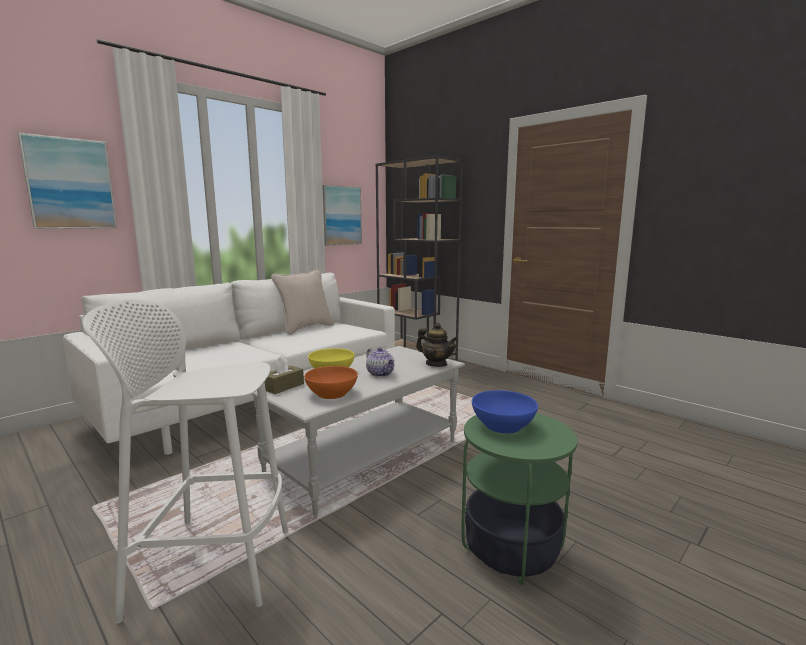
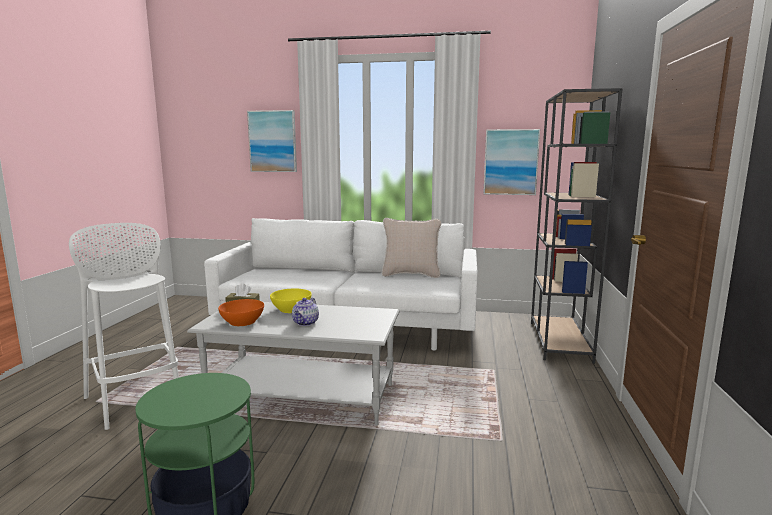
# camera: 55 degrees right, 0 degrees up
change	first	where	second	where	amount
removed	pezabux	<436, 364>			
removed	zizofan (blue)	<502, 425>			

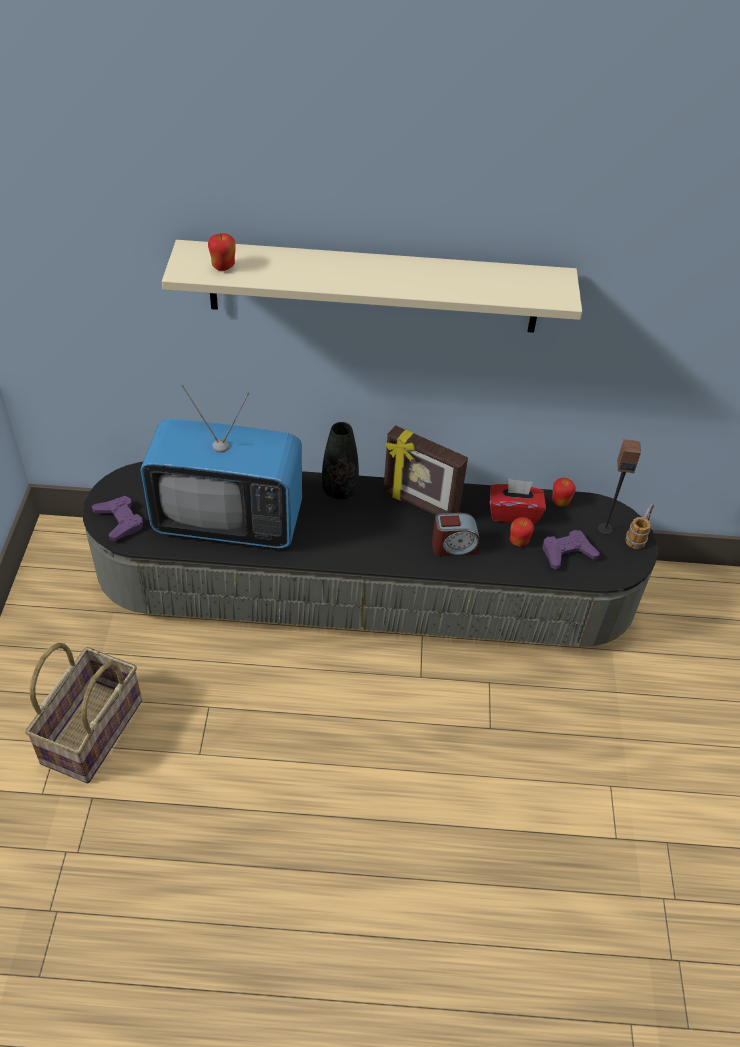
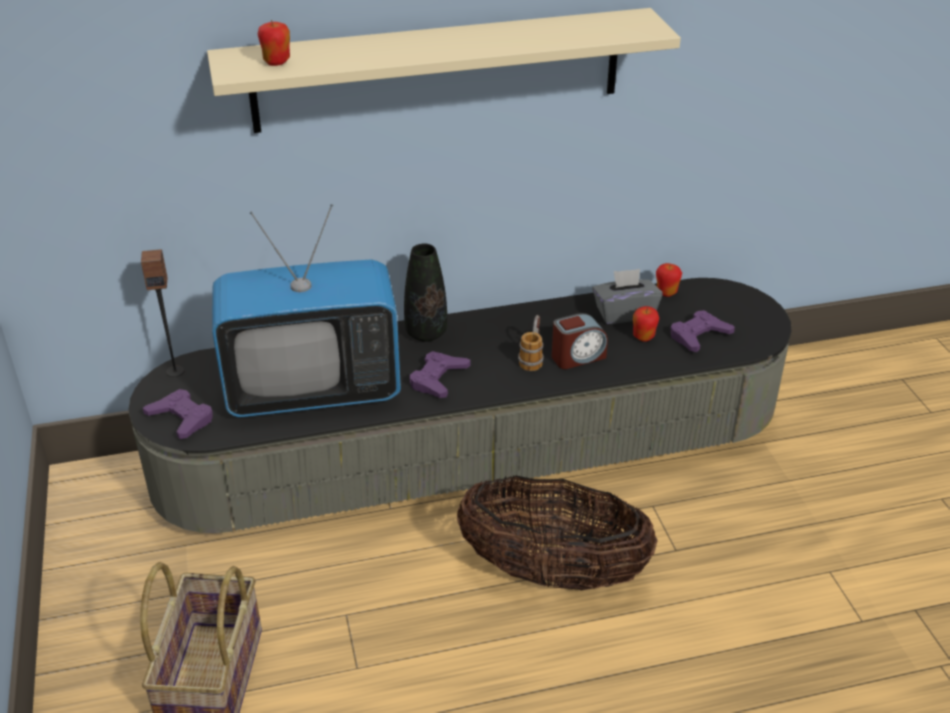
# camera: 15 degrees left, 10 degrees down
change	first	where	second	where	amount
moved	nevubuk	<605, 528>		<175, 371>	
added			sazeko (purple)	<438, 379>	
added			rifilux	<552, 572>	
moved	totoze	<638, 535>		<532, 357>	
recoloured	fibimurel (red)	<513, 513>	fibimurel (grey)	<624, 313>	
removed	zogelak	<419, 505>			

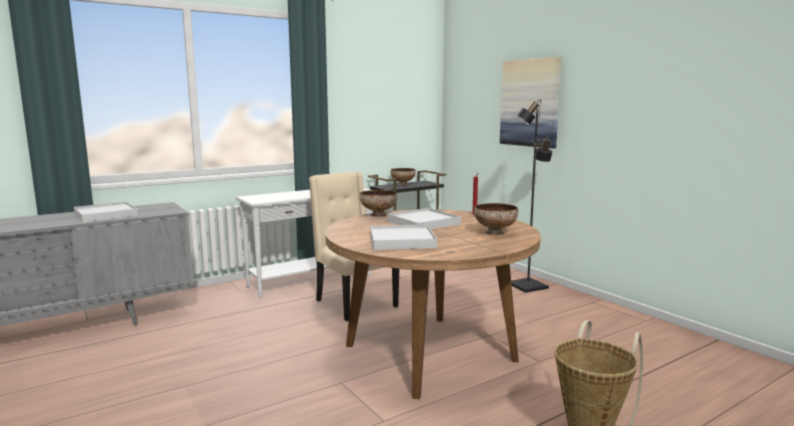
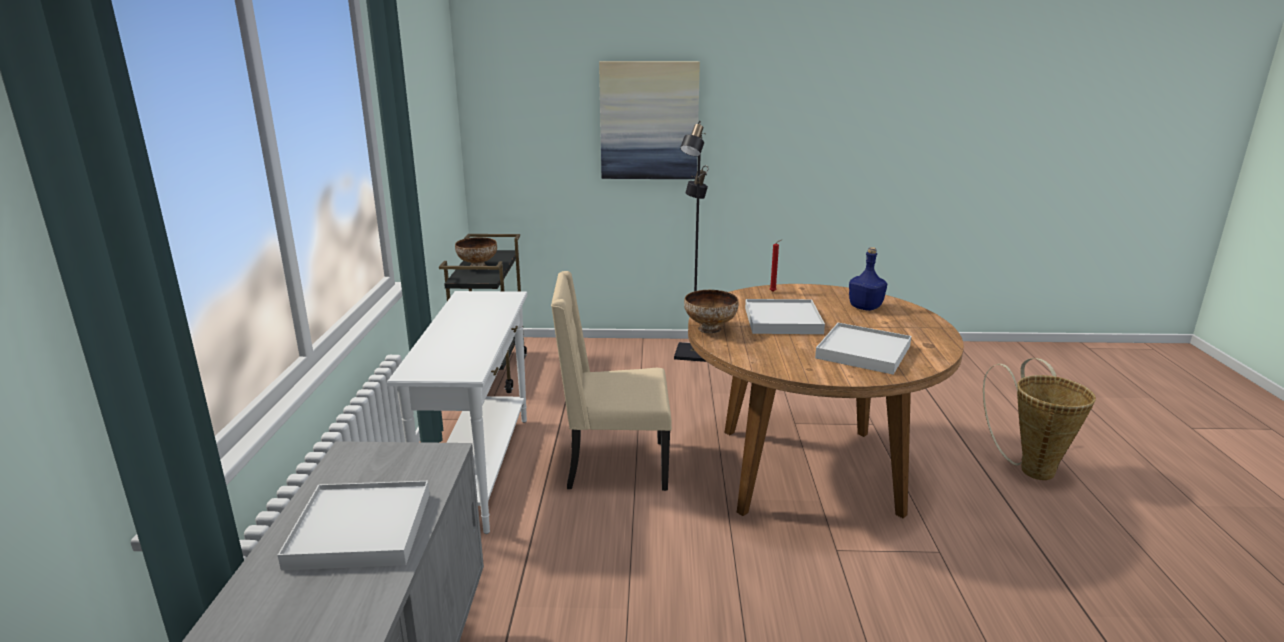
# camera: 55 degrees left, 10 degrees up
change	first	where	second	where	amount
replaced	zizofan	<495, 233>	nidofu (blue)	<866, 307>	

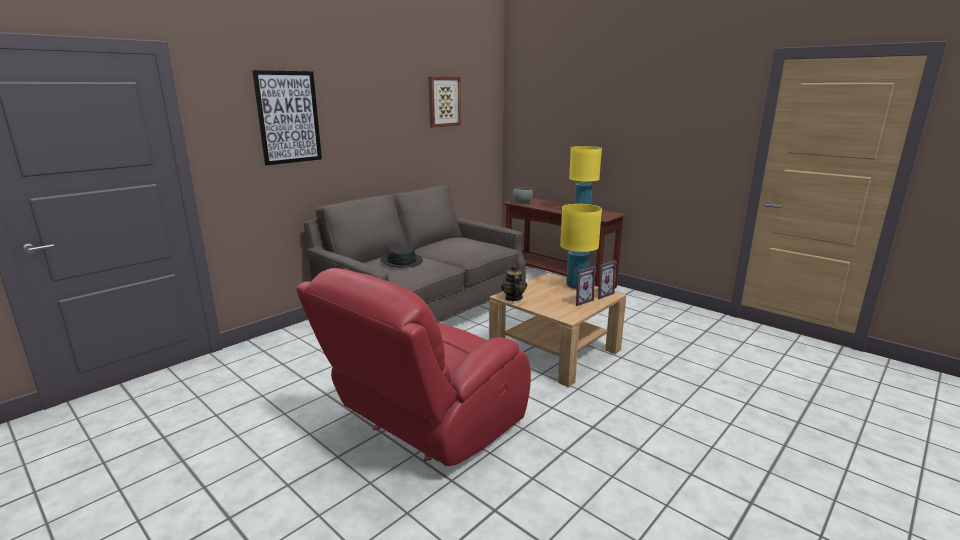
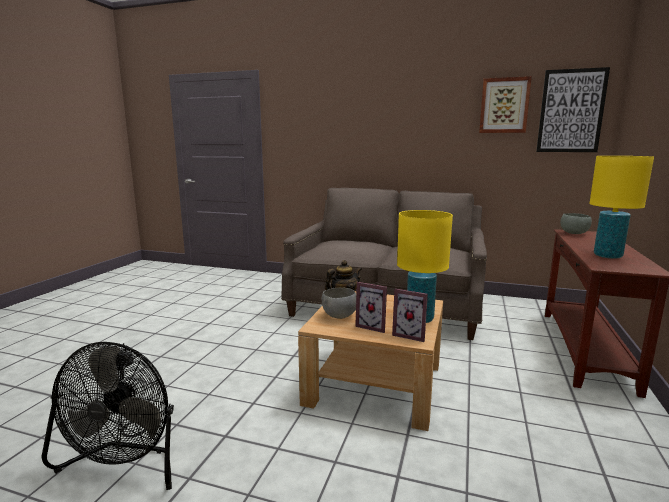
# camera: 65 degrees right, 5 degrees down
change	first	where	second	where	amount
added			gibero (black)	<124, 460>	
added			zizofan (grey)	<339, 316>	
moved	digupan	<288, 117>		<571, 111>	
removed	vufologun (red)	<423, 427>			
removed	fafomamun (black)	<401, 261>			

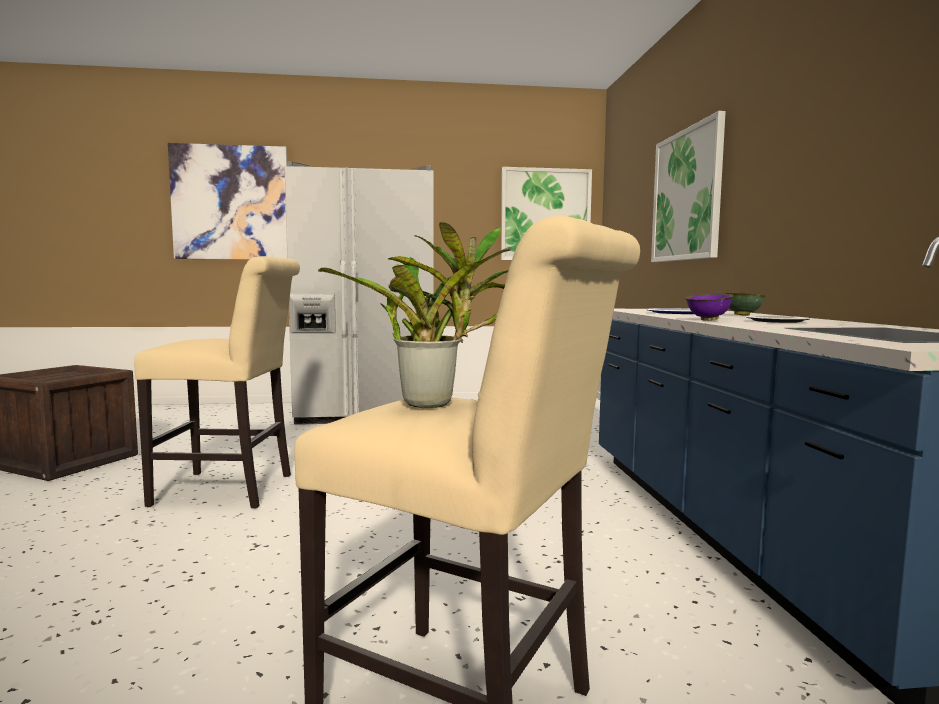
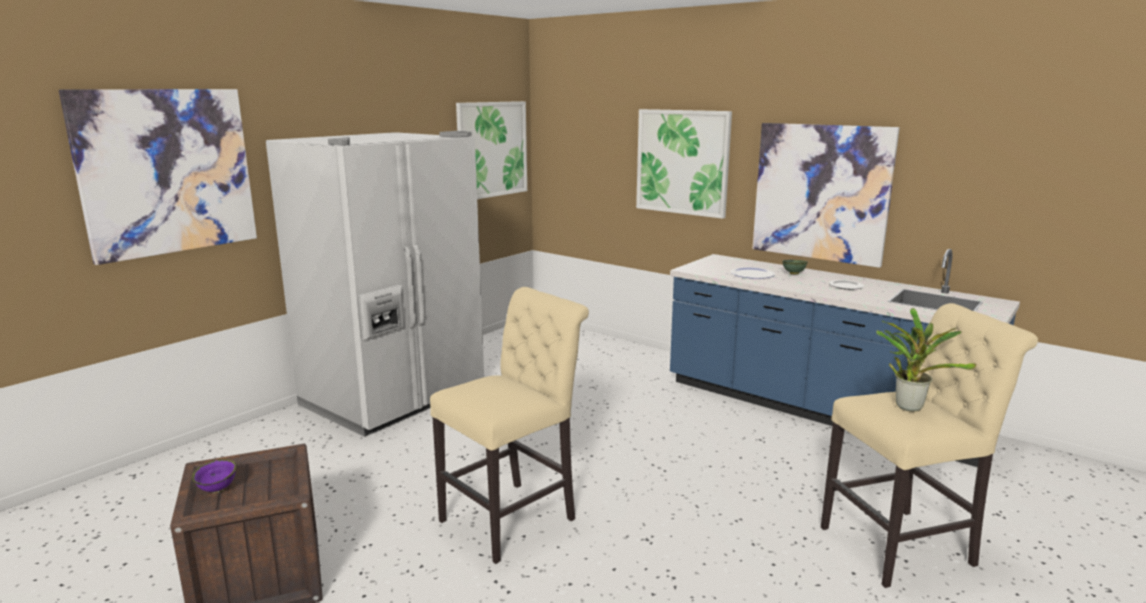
# camera: 45 degrees left, 10 degrees up
change	first	where	second	where	amount
moved	zizofan (purple)	<709, 320>		<218, 490>	
added			digupan	<821, 192>	

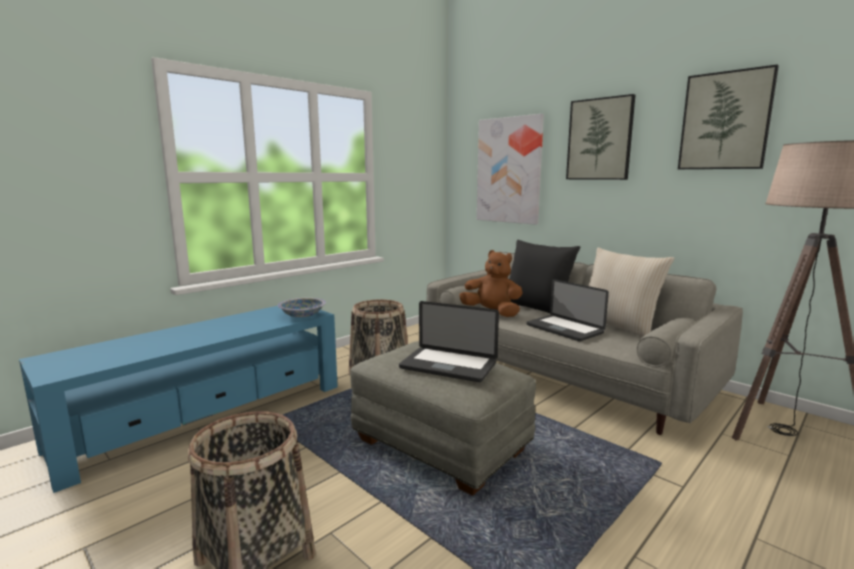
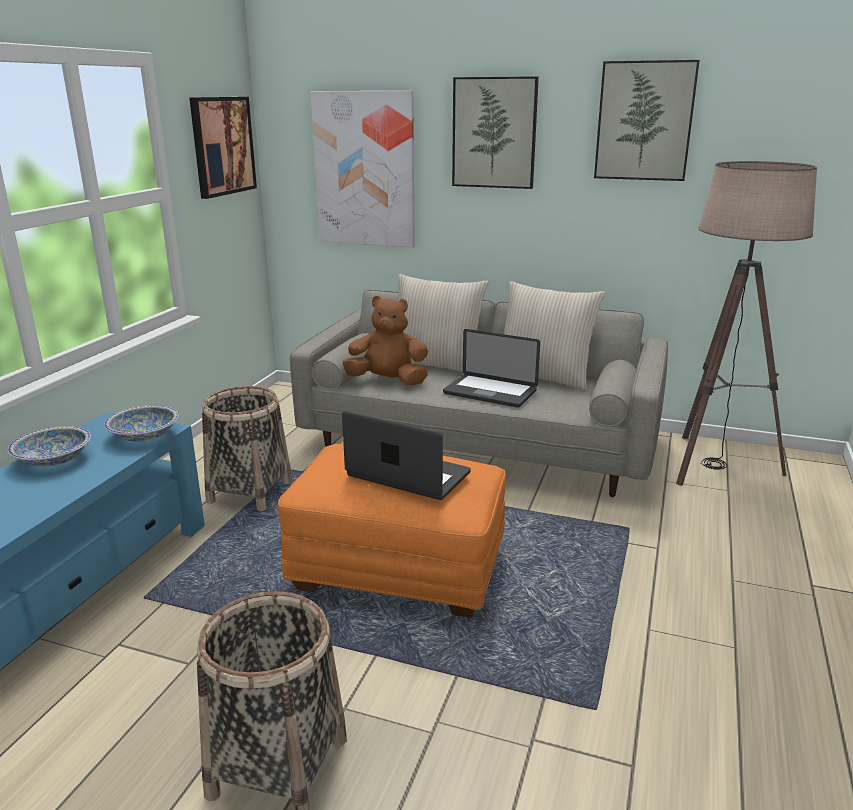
# camera: 25 degrees left, 10 degrees up
change	first	where	second	where	amount
added			zizofan	<54, 460>	
added			digupan	<222, 146>	
recoloured	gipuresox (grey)	<439, 446>	gipuresox (orange)	<397, 571>	
turned	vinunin	<448, 366>		<408, 475>	150 degrees counterclockwise
recoloured	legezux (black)	<536, 308>	legezux (beige)	<436, 365>	

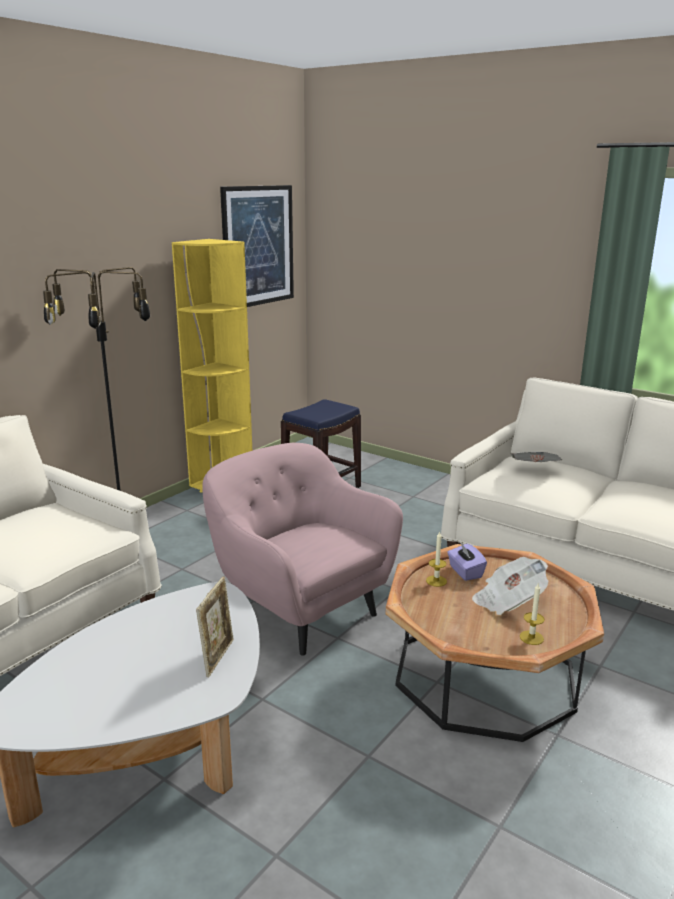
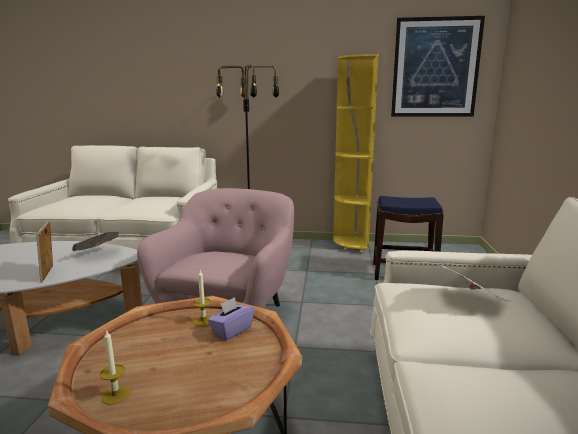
# camera: 60 degrees right, 5 degrees down
change	first	where	second	where	amount
turned	zogelak	<218, 657>		<49, 274>	90 degrees clockwise
moved	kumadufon	<508, 601>		<97, 253>	

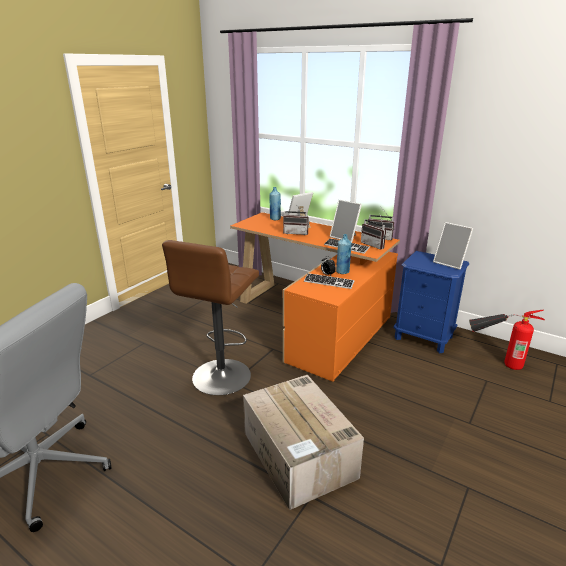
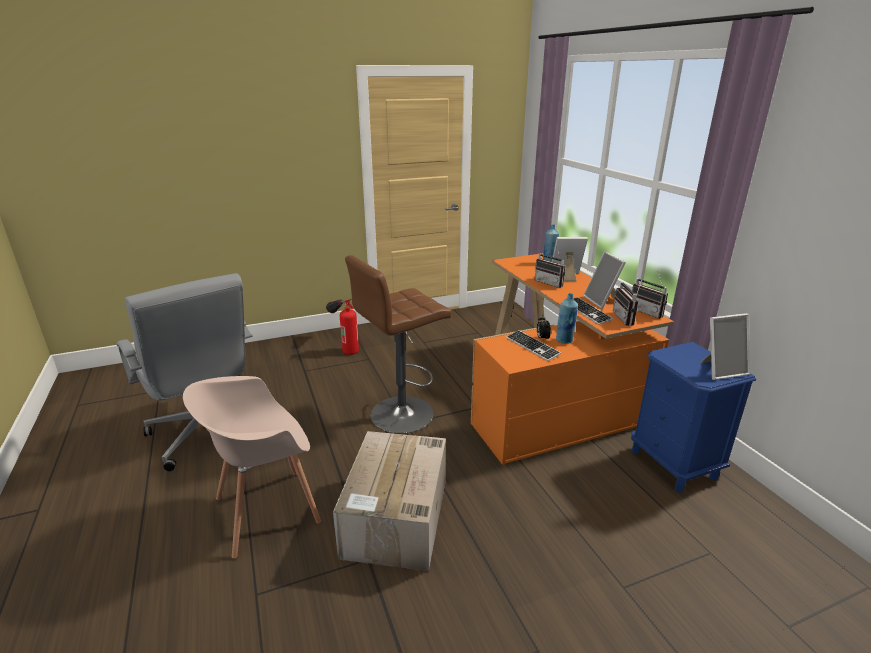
# camera: 35 degrees right, 0 degrees up
change	first	where	second	where	amount
added			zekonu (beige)	<265, 511>	
moved	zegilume	<495, 361>		<344, 345>	
turned	zogelak	<450, 263>		<721, 370>	90 degrees counterclockwise

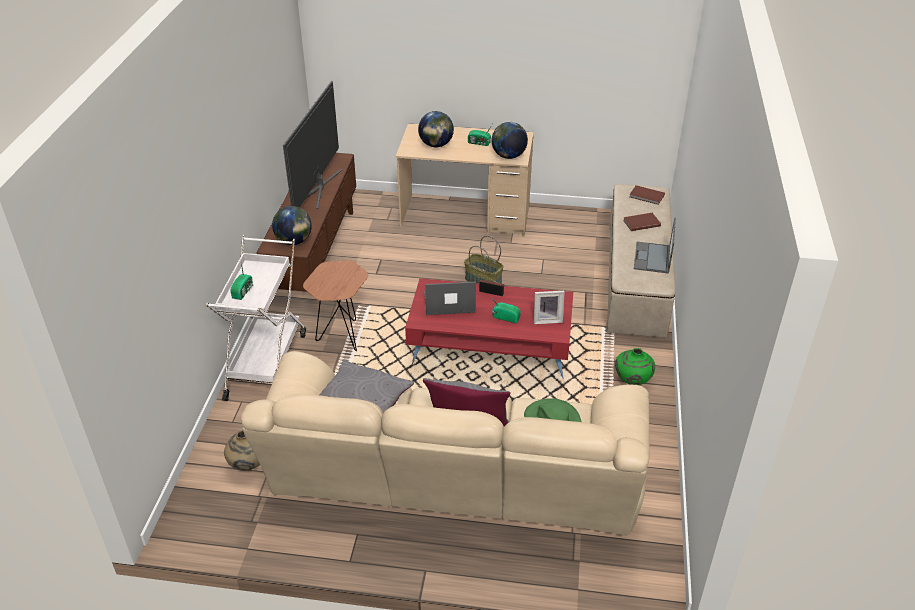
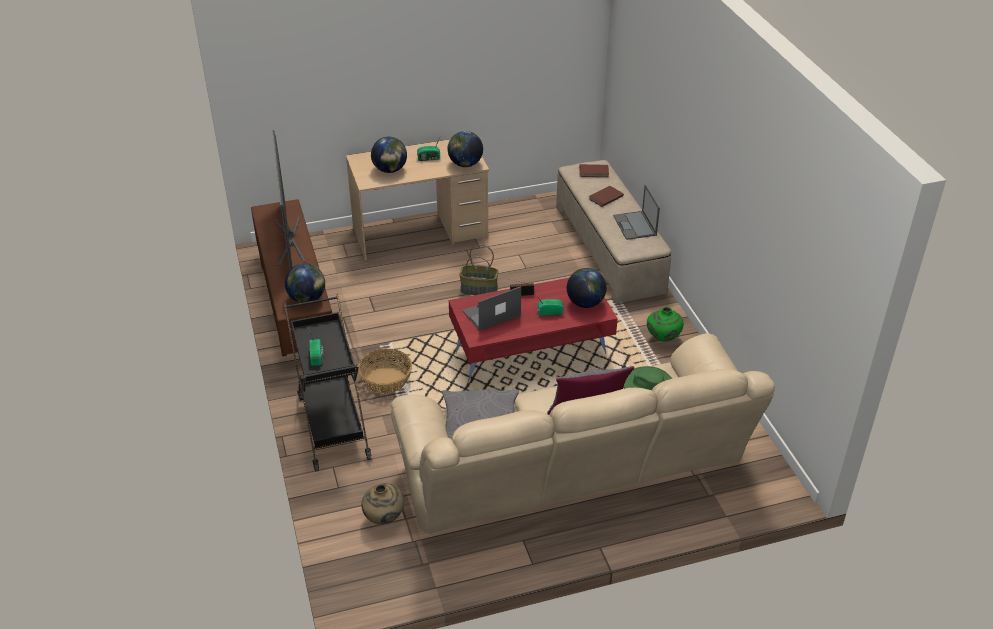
# camera: 25 degrees left, 0 degrees up
change	first	where	second	where	amount
recoloured	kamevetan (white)	<267, 366>	kamevetan (black)	<333, 427>	
replaced	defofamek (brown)	<341, 338>	rifilux	<385, 380>	
replaced	zogelak	<547, 319>	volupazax	<585, 303>	

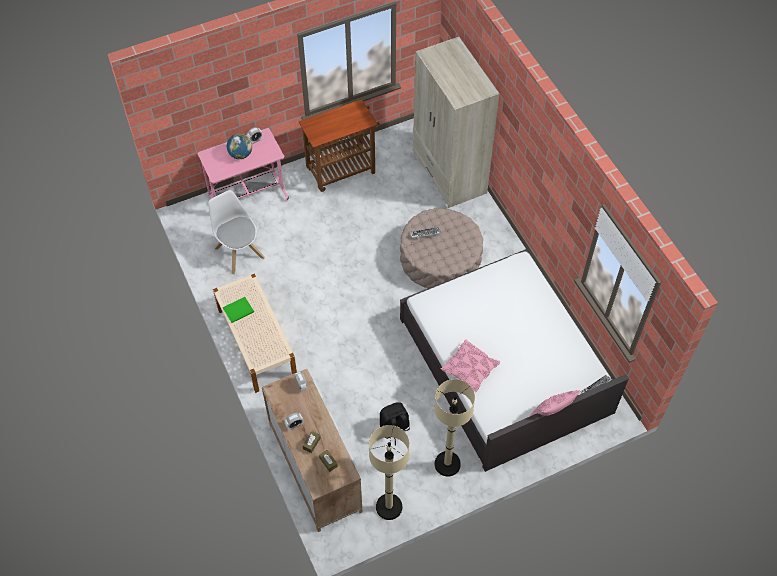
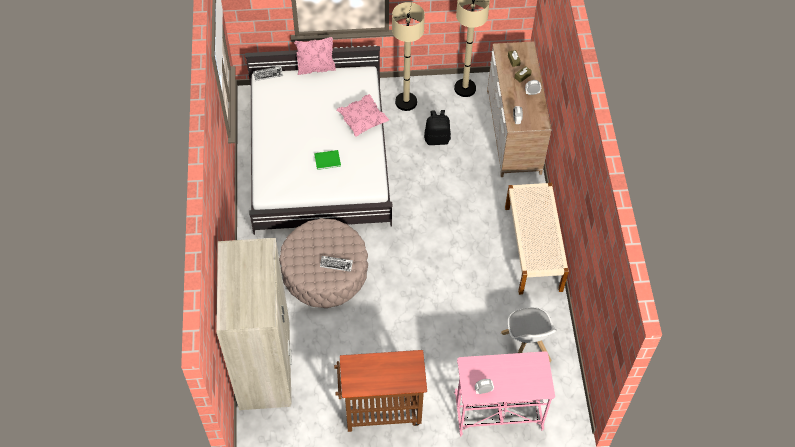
# camera: 160 degrees left, 0 degrees up
change	first	where	second	where	amount
moved	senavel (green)	<239, 310>		<326, 160>	
removed	volupazax	<240, 154>			

